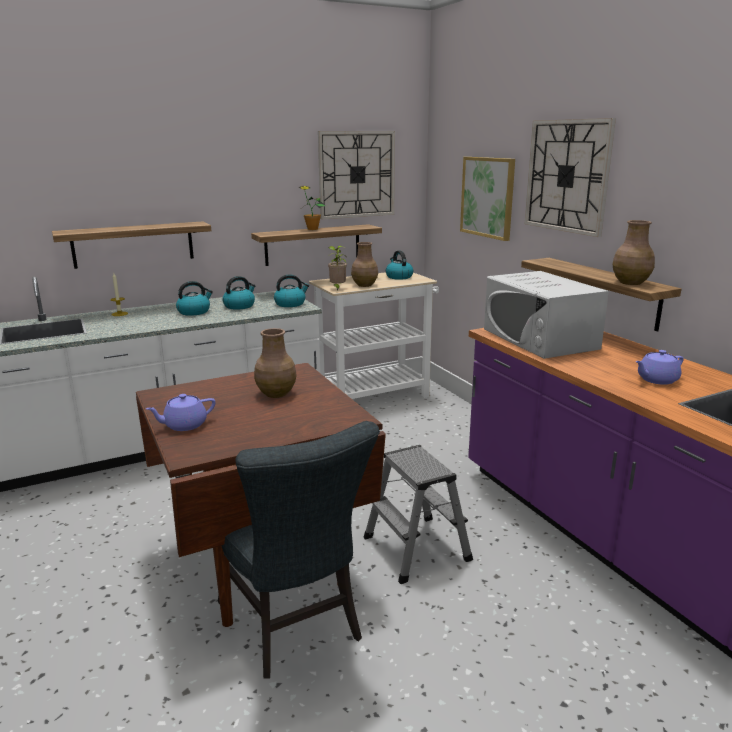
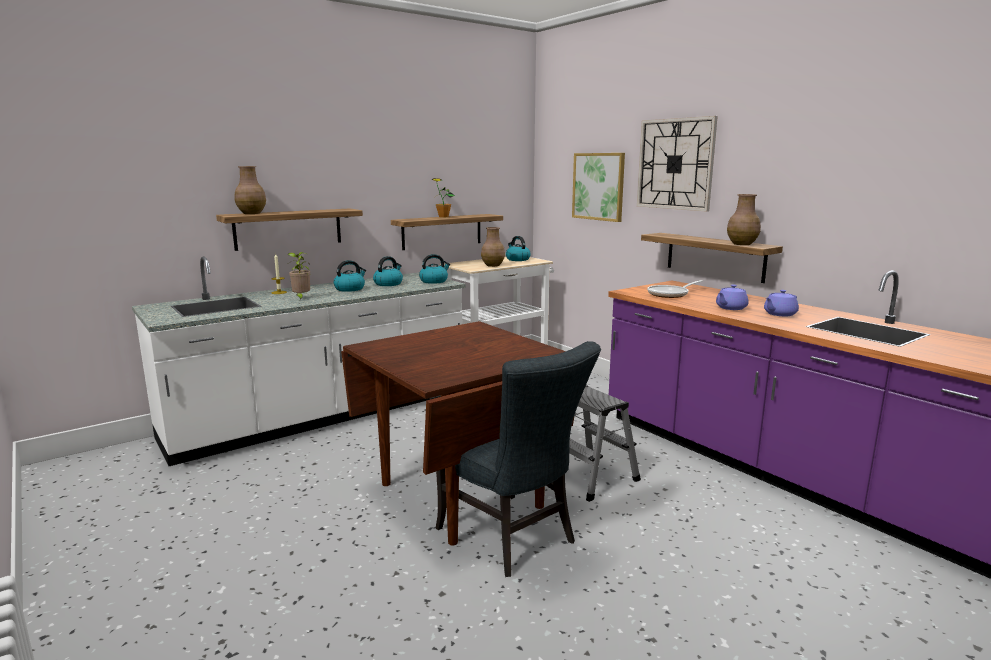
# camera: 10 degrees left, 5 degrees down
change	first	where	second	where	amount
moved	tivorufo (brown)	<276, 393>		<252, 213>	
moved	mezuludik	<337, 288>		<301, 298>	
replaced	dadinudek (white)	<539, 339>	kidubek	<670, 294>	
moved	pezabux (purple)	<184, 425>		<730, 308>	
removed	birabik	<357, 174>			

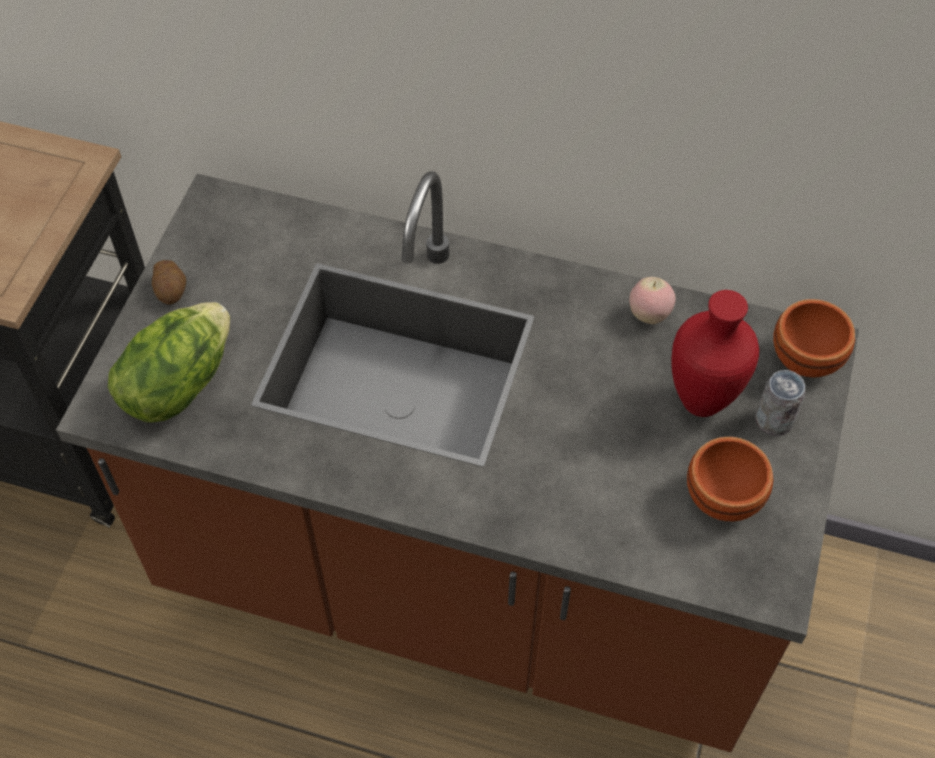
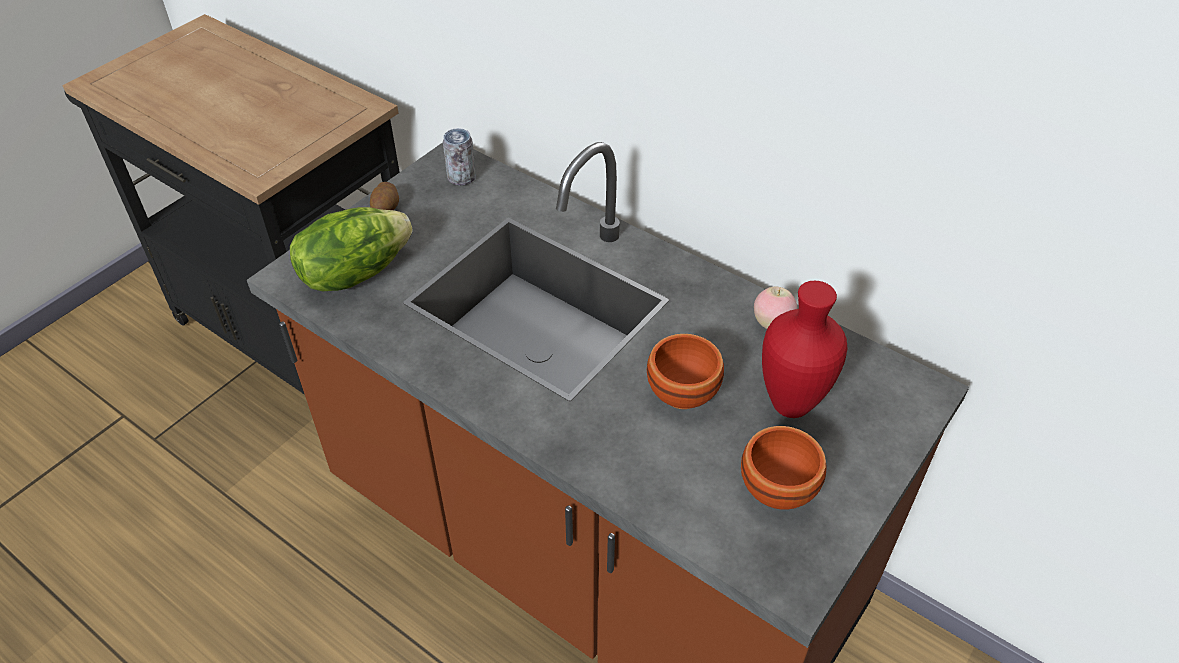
# camera: 20 degrees right, 10 degrees down
change	first	where	second	where	amount
moved	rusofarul	<773, 420>		<461, 177>	
moved	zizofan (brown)	<806, 362>		<682, 396>	

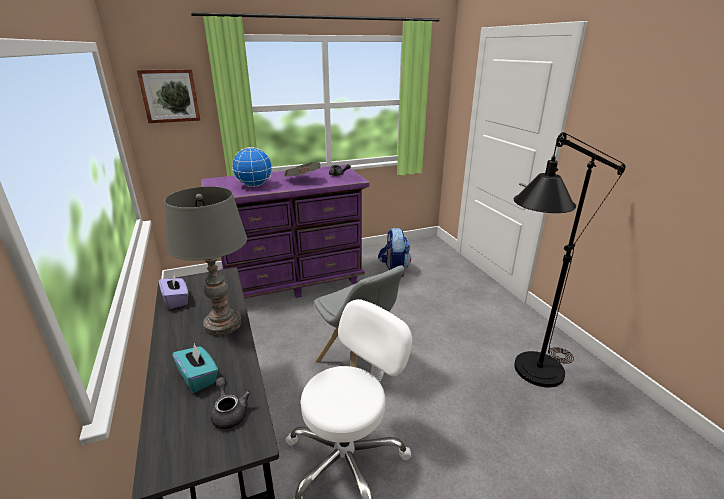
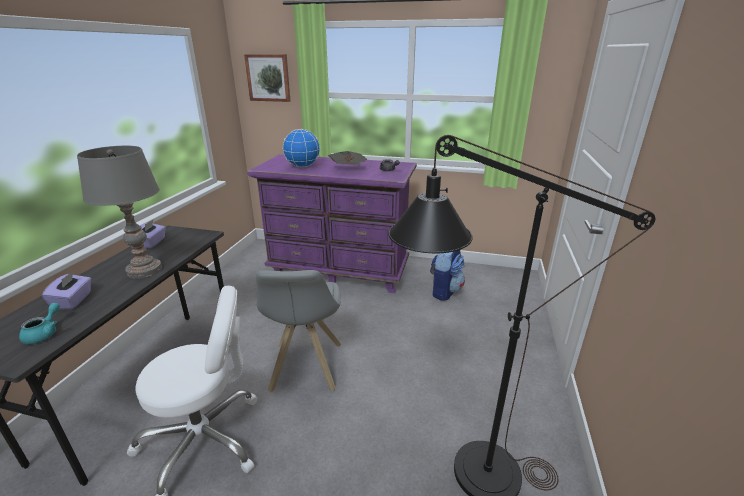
# camera: 35 degrees right, 0 degrees up
change	first	where	second	where	amount
recoloured	pezabux (grey)	<229, 412>	pezabux (turquoise)	<45, 333>	
recoloured	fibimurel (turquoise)	<198, 377>	fibimurel (purple)	<73, 301>	

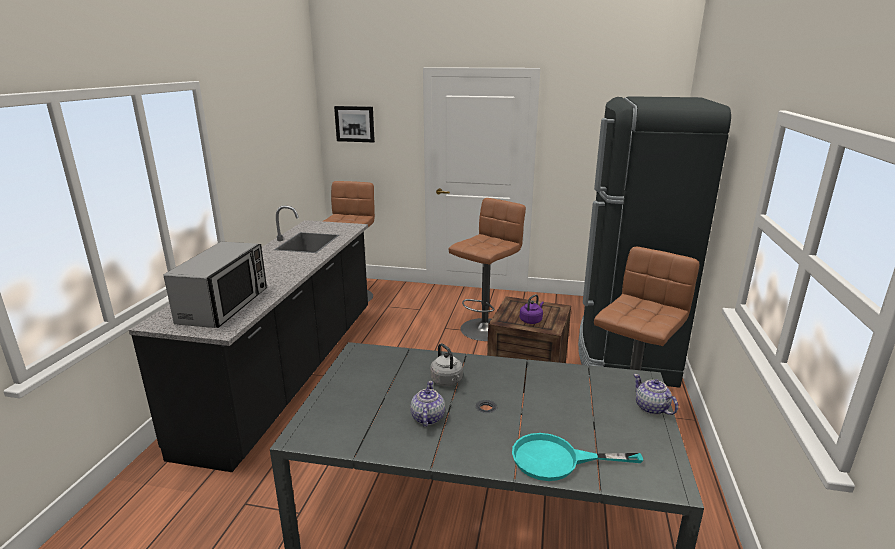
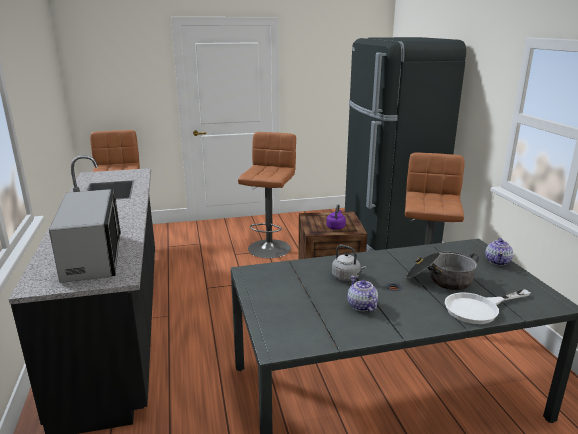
# camera: 25 degrees left, 0 degrees up
change	first	where	second	where	amount
added			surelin	<440, 280>	
recoloured	kidubek (turquoise)	<557, 460>	kidubek (white)	<479, 308>	
turned	pezabux	<651, 408>		<498, 261>	105 degrees counterclockwise
removed	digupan	<355, 124>			

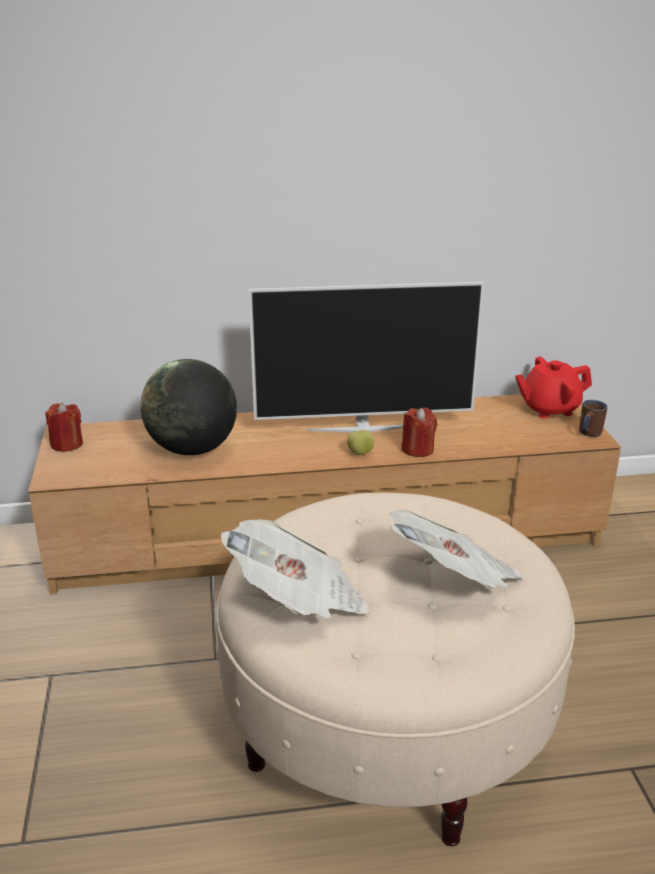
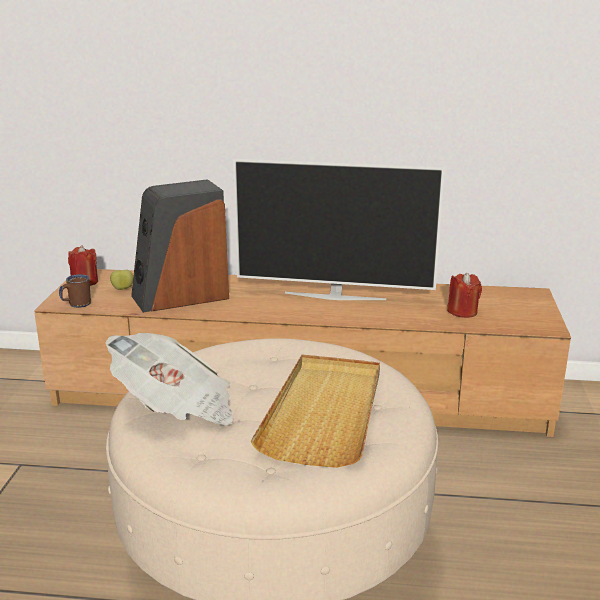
# camera: 15 degrees right, 5 degrees down
change	first	where	second	where	amount
moved	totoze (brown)	<588, 433>		<76, 305>	
moved	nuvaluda	<360, 453>		<122, 289>	
replaced	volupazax	<192, 449>	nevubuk	<180, 296>	
replaced	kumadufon	<455, 579>	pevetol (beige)	<324, 412>	
moved	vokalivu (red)	<417, 449>		<462, 312>	
removed	pezabux (red)	<549, 409>			

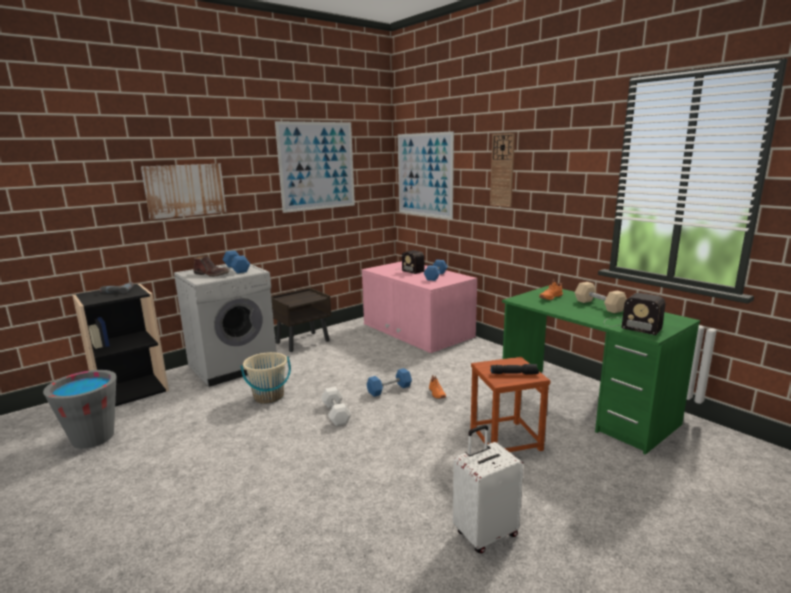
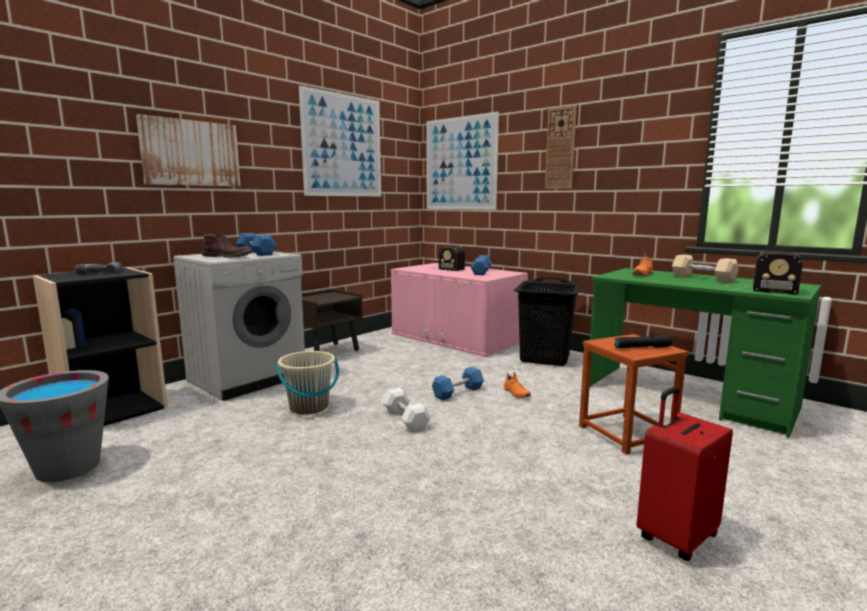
# camera: 10 degrees left, 5 degrees down
change	first	where	second	where	amount
added			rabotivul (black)	<545, 358>	
recoloured	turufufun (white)	<485, 533>	turufufun (red)	<675, 537>	

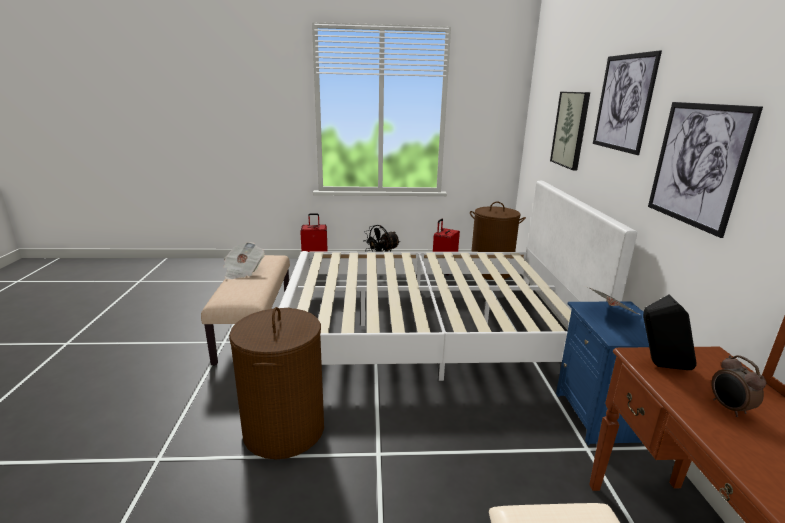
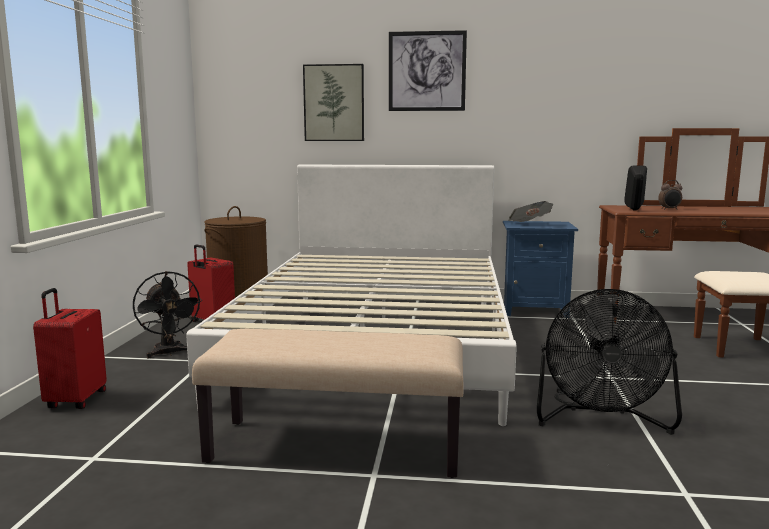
# camera: 80 degrees left, 10 degrees down
change	first	where	second	where	amount
replaced	rabotivul (brown)	<284, 430>	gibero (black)	<595, 418>	
removed	kumadufon	<243, 271>			
removed	digupan	<697, 165>			

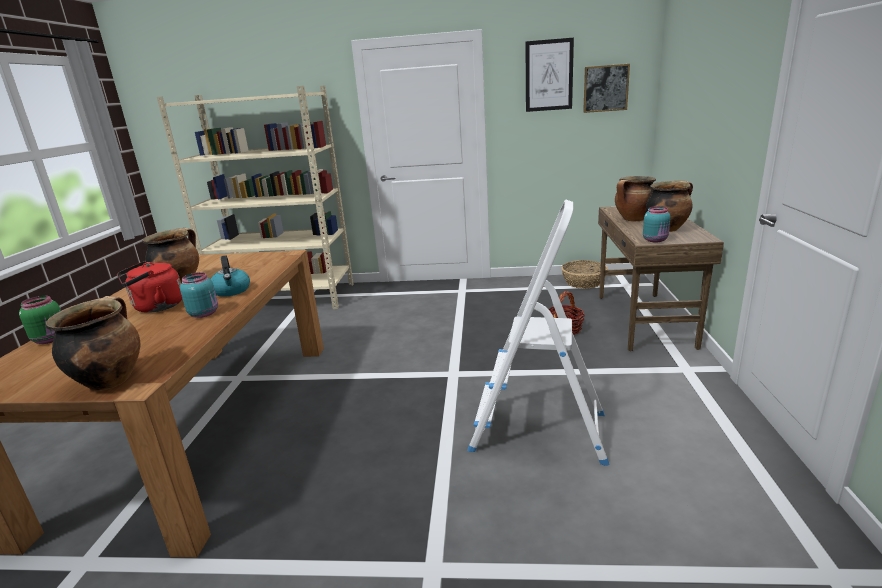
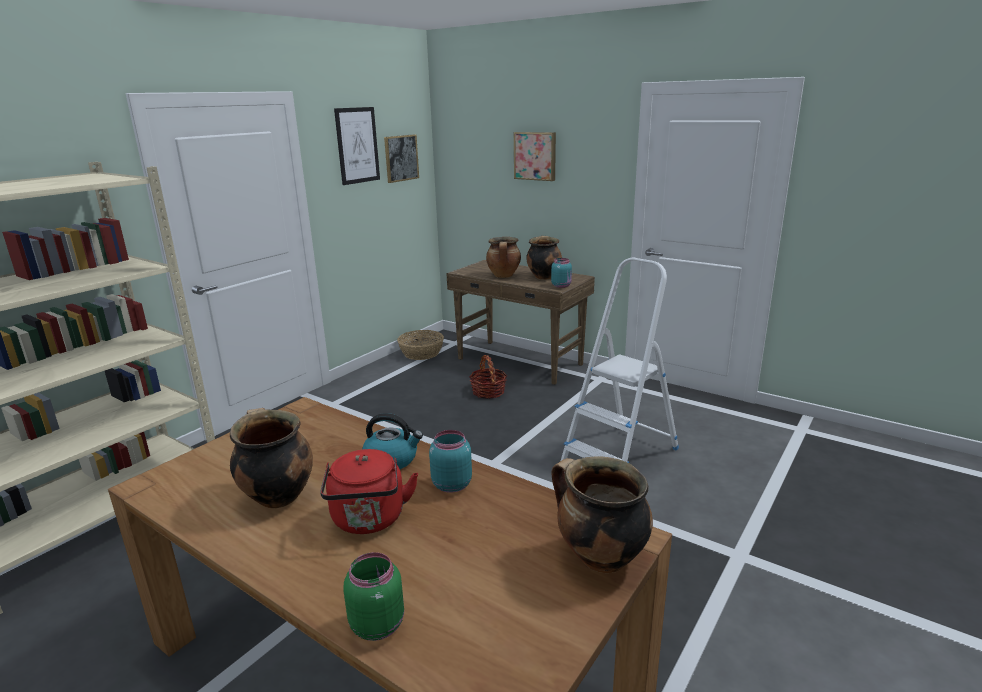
# camera: 60 degrees left, 0 degrees up
change	first	where	second	where	amount
added			digupan	<535, 156>	

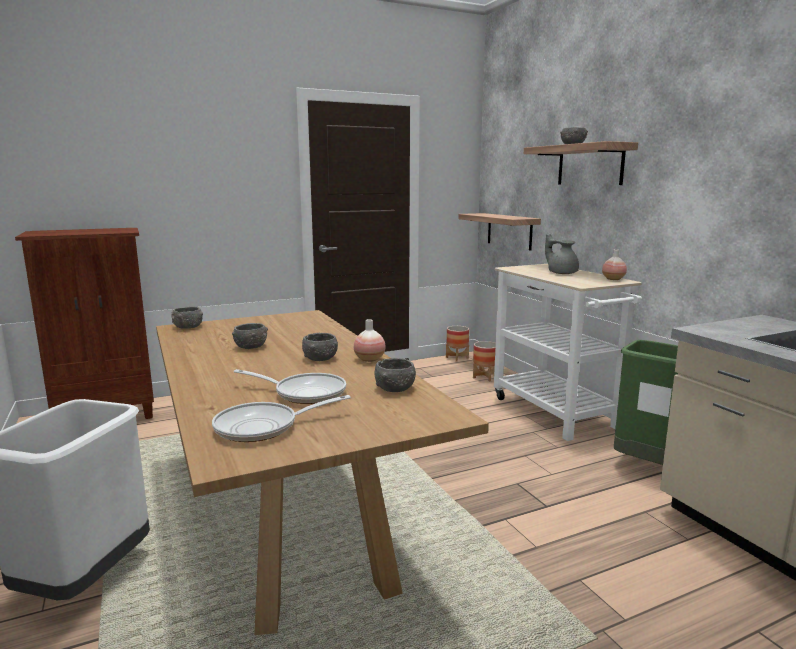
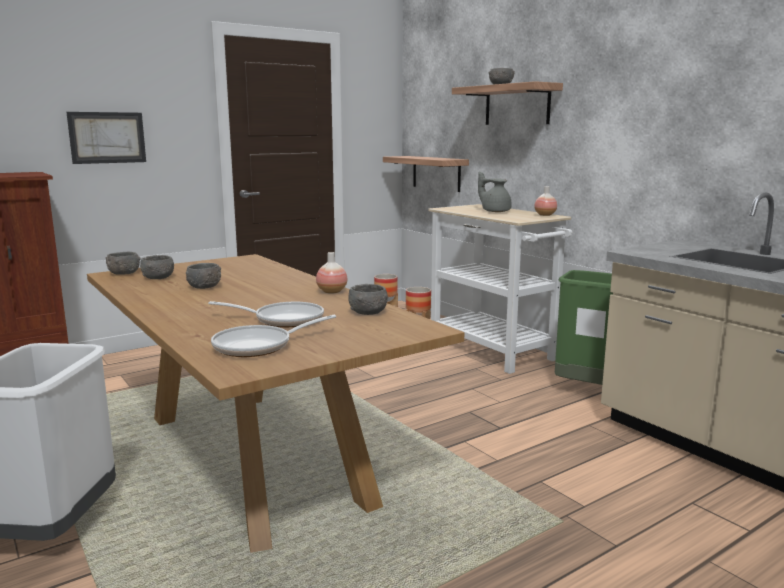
# camera: 10 degrees left, 0 degrees up
change	first	where	second	where	amount
added			digupan	<107, 137>	
moved	zizofan (grey)	<320, 358>		<158, 277>	

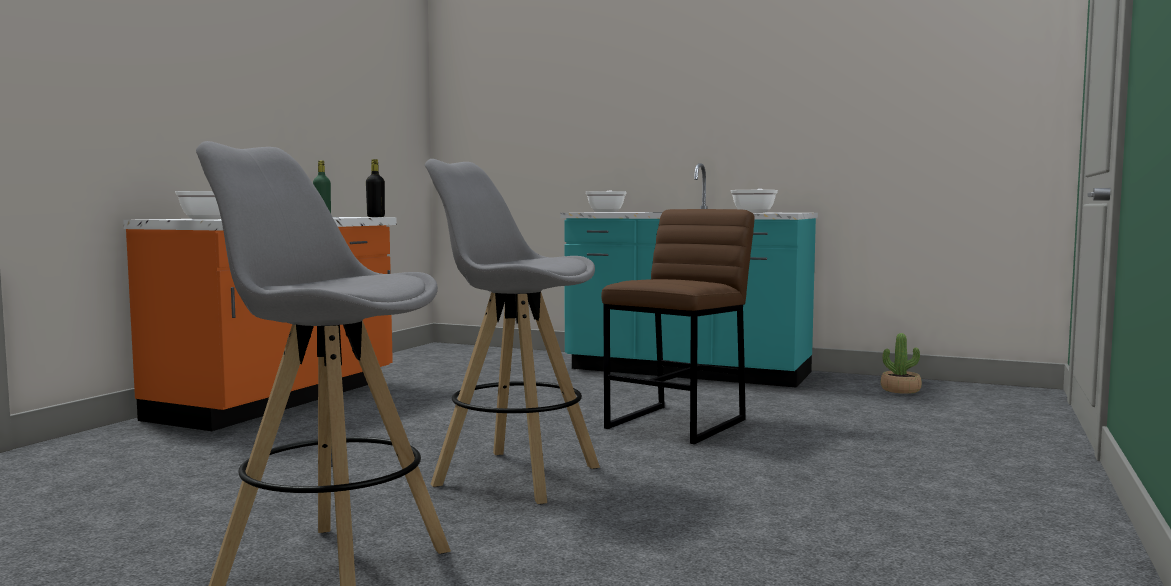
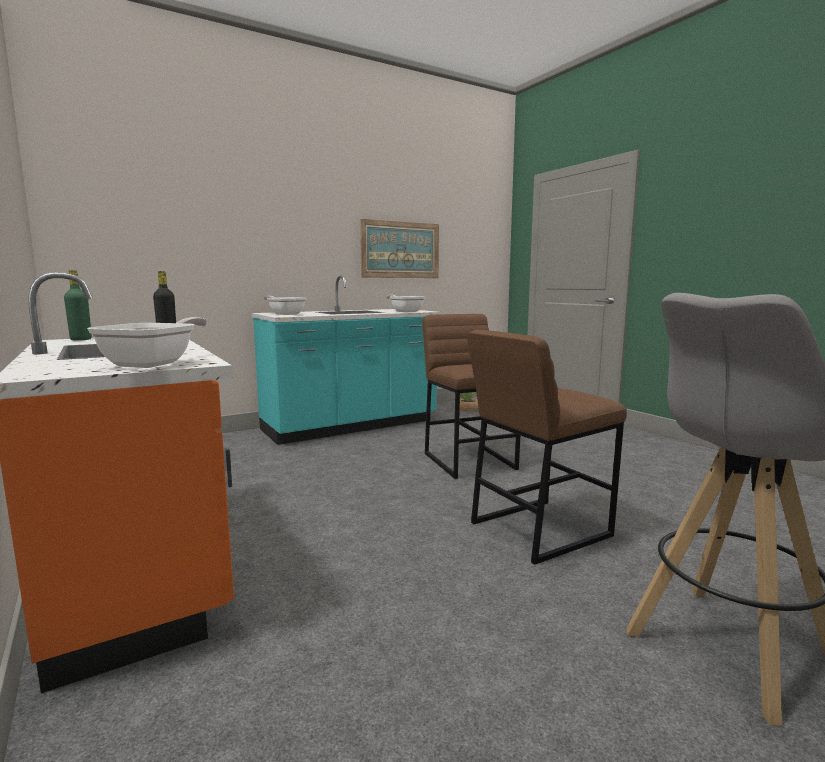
# camera: 55 degrees left, 5 degrees up
change	first	where	second	where	amount
added			digupan	<400, 250>	
replaced	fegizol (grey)	<513, 475>	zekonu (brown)	<537, 530>	

